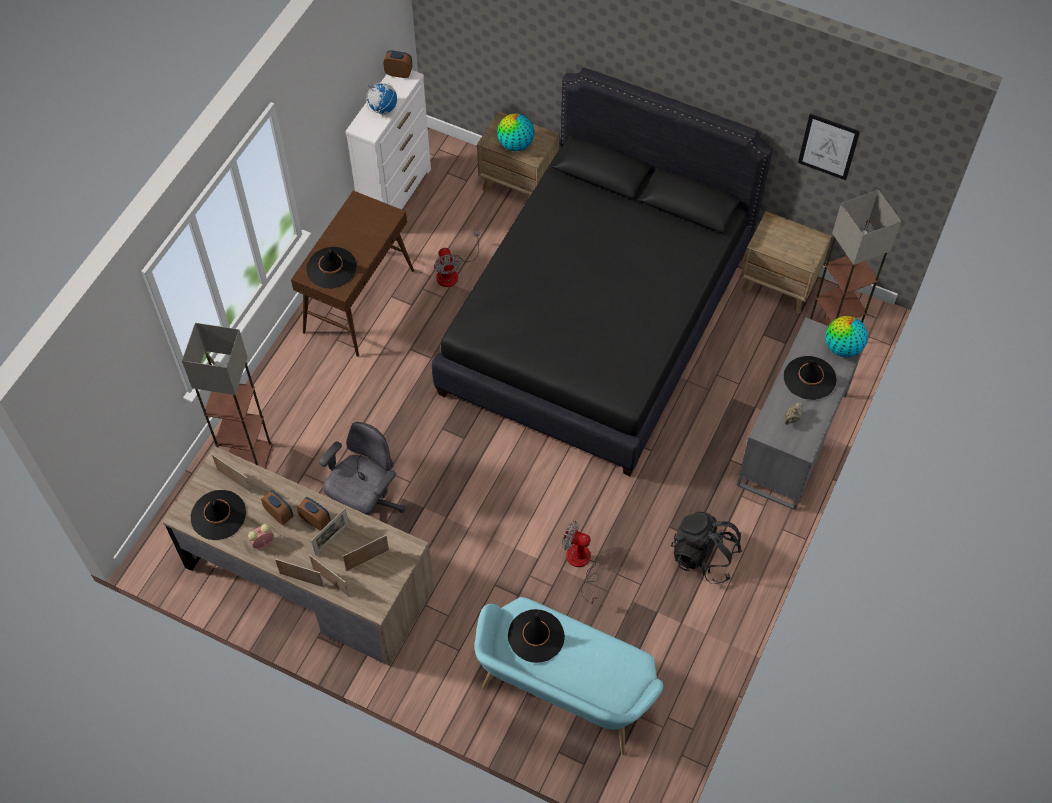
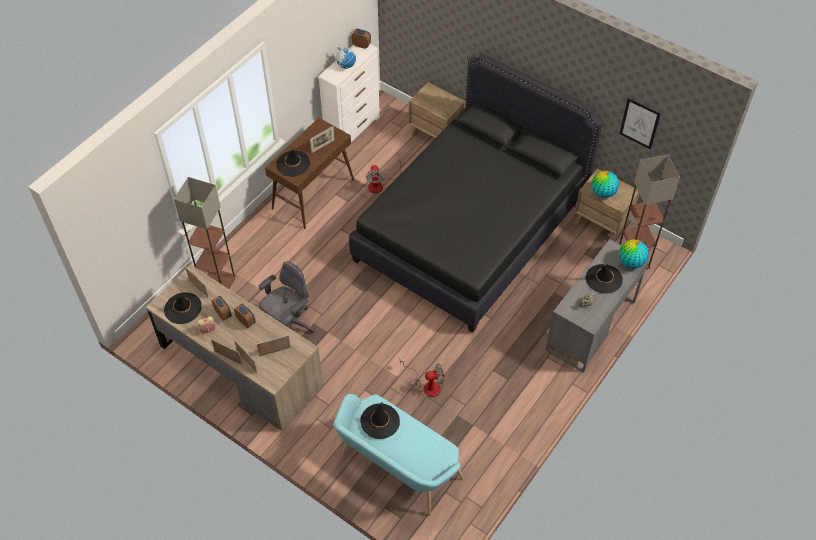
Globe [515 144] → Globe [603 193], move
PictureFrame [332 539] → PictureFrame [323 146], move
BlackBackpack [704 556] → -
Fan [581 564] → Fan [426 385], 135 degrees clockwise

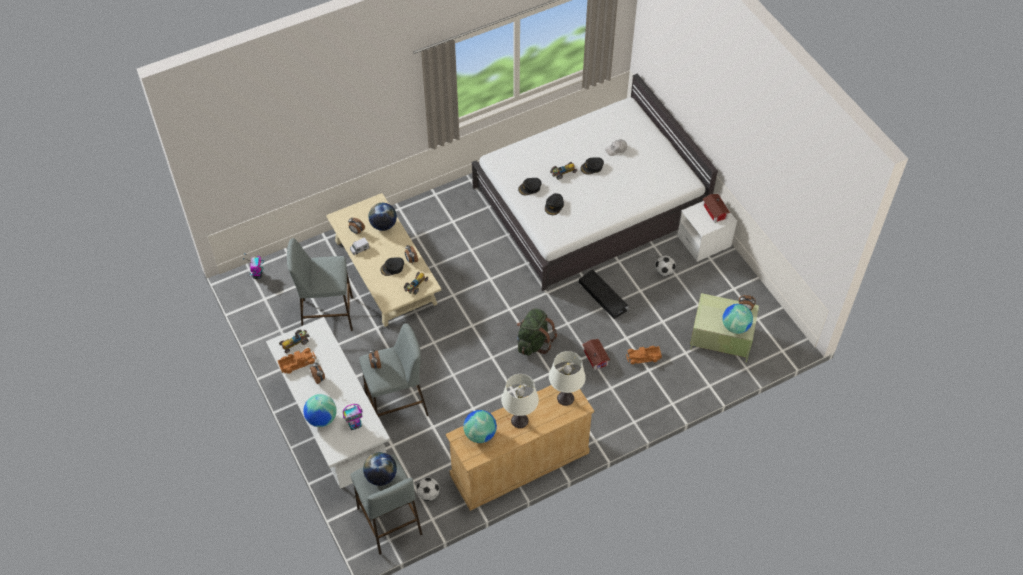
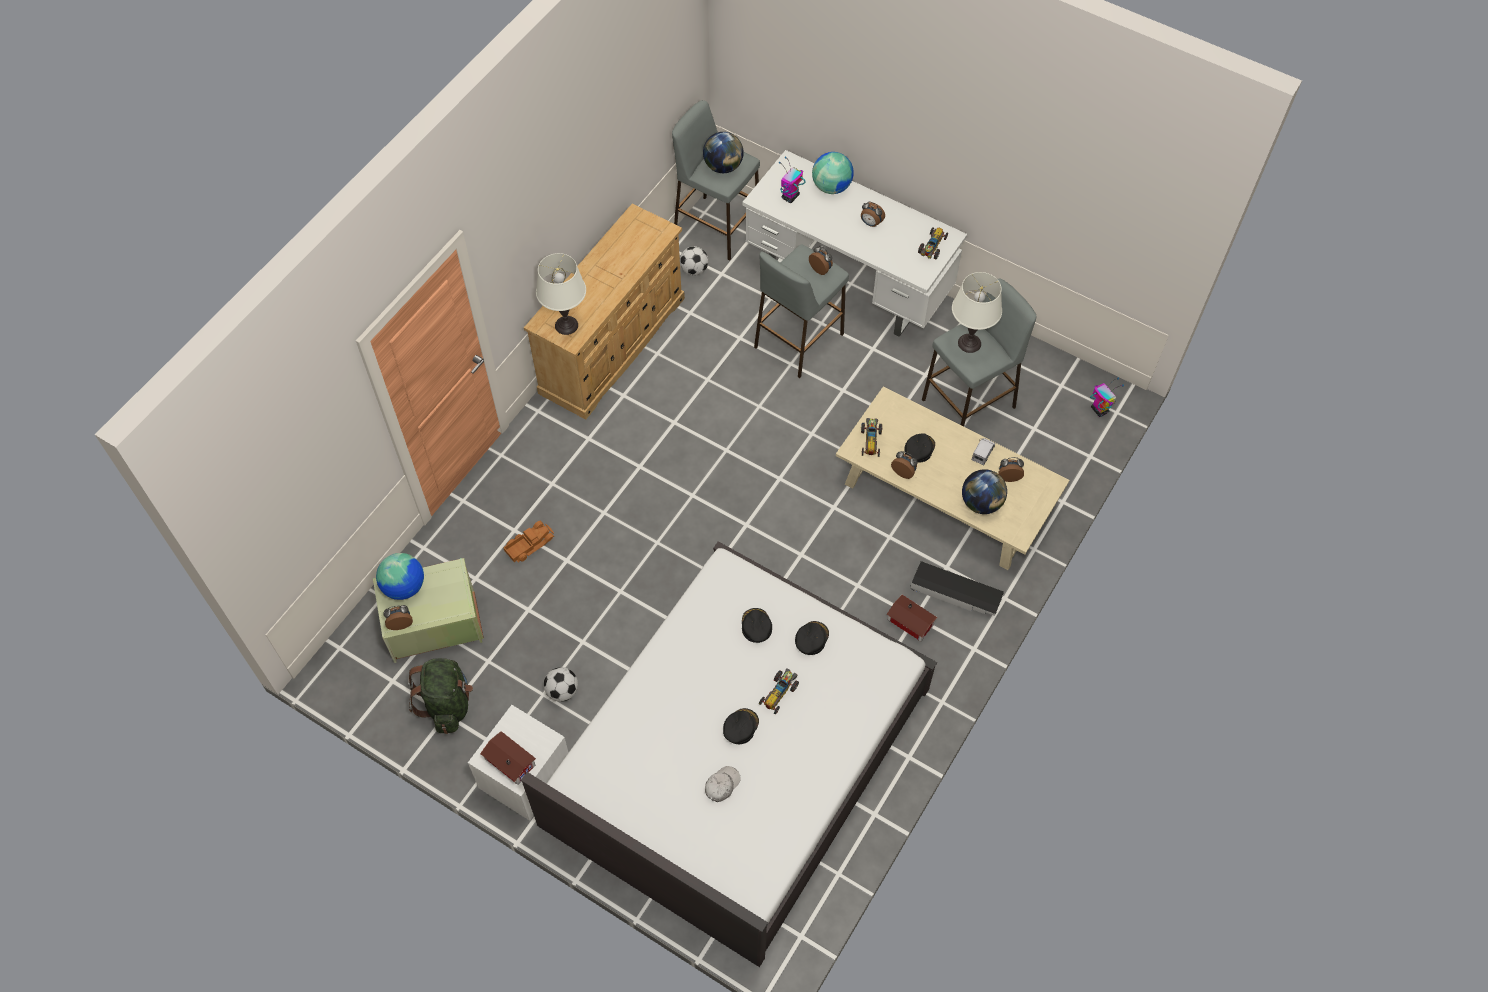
BlackStorageBox [603 296] → BlackStorageBox [956 593], move
GreenBackpack [533 342] → GreenBackpack [447 704], move
ToyHouse [596 356] → ToyHouse [910 623], move
ToyTruck [297 362] → -
WhiteTableLamp [519 420] → WhiteTableLamp [969 343], move
Globe [480 434] → -

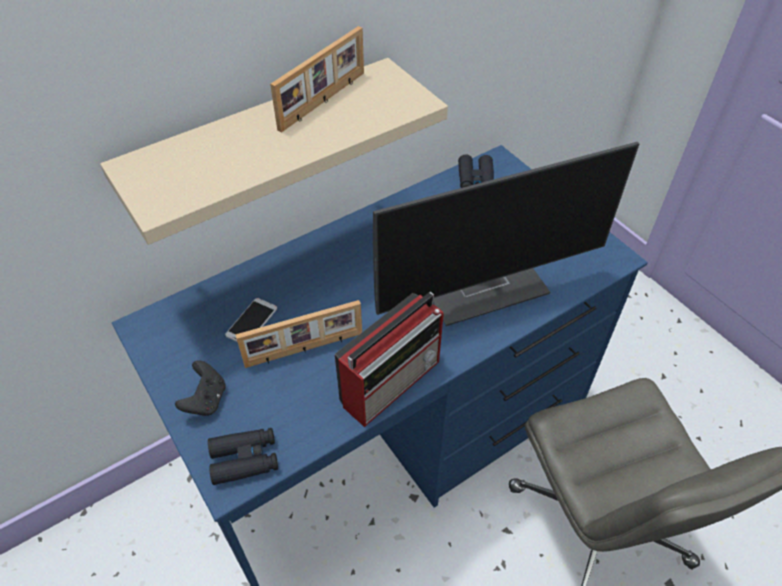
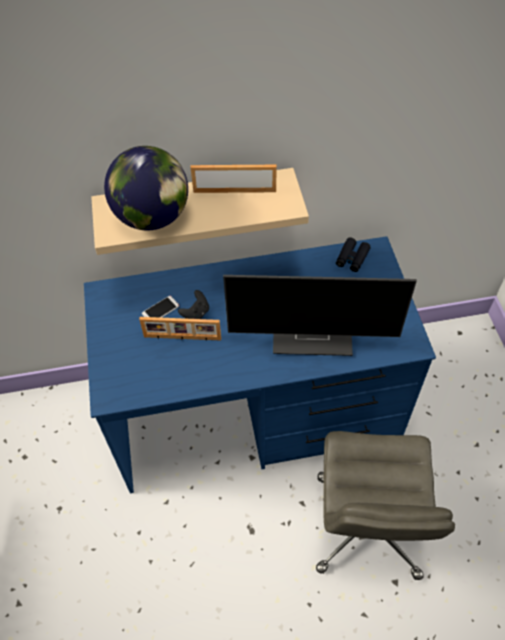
PictureFrame [324 101] → PictureFrame [234 190], 150 degrees counterclockwise
Radio [392 381] → -
BlackGameController [206 400] → BlackGameController [196 313], move
BlackBinoculars [245 459] → -
- → Globe [152 217]

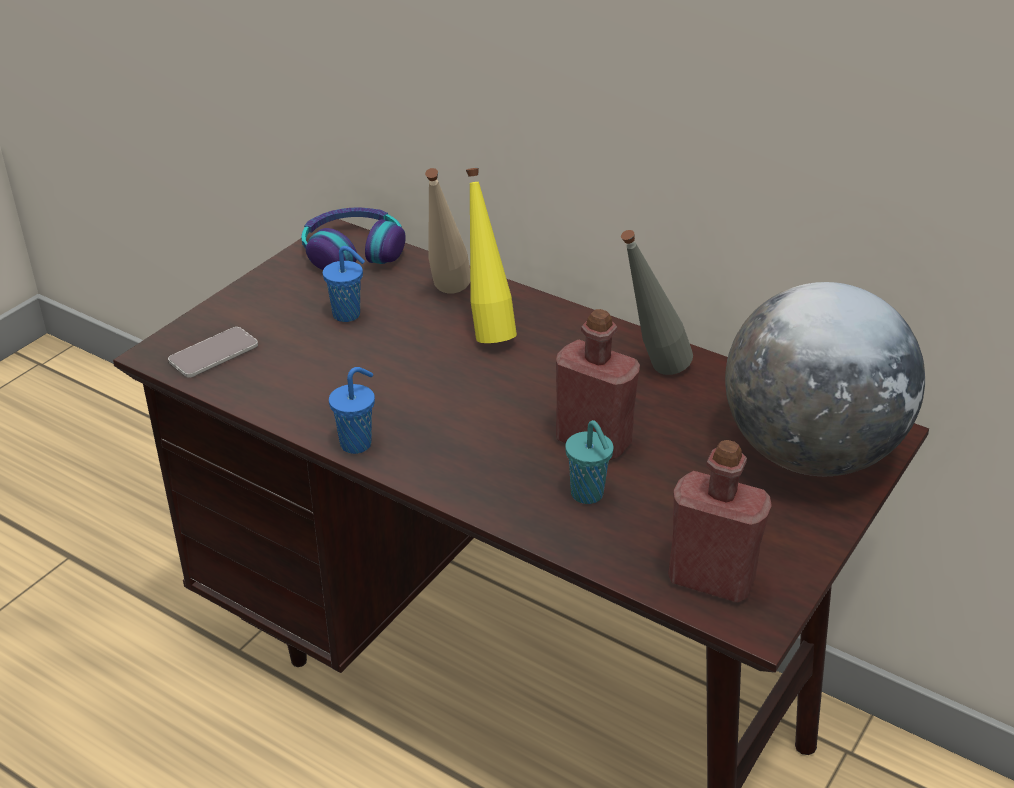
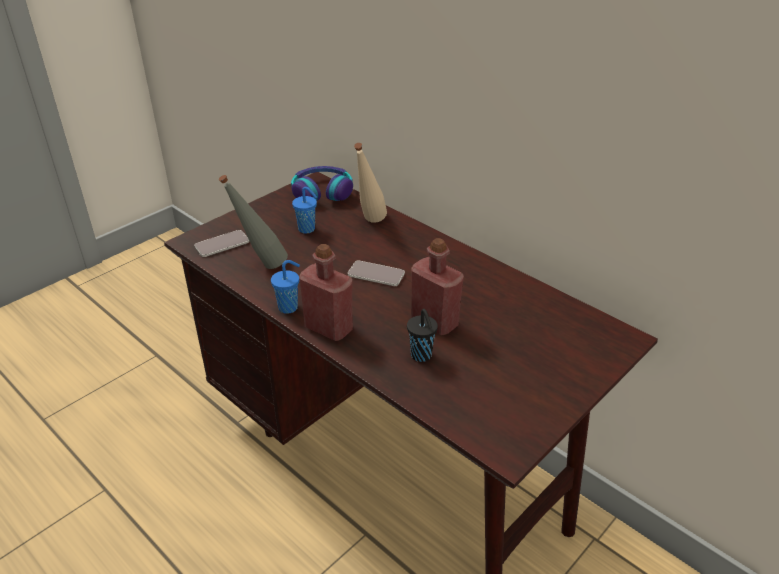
YellowBottle [487 330] → -
GreyBottle [650 372] → GreyBottle [261 266], move
Globe [809 453] → -
TurquoiseCup [588 495] → BlackCup [421 356]
RedBottle [711 579] → RedBottle [328 328], move
- → Phone [376 274]

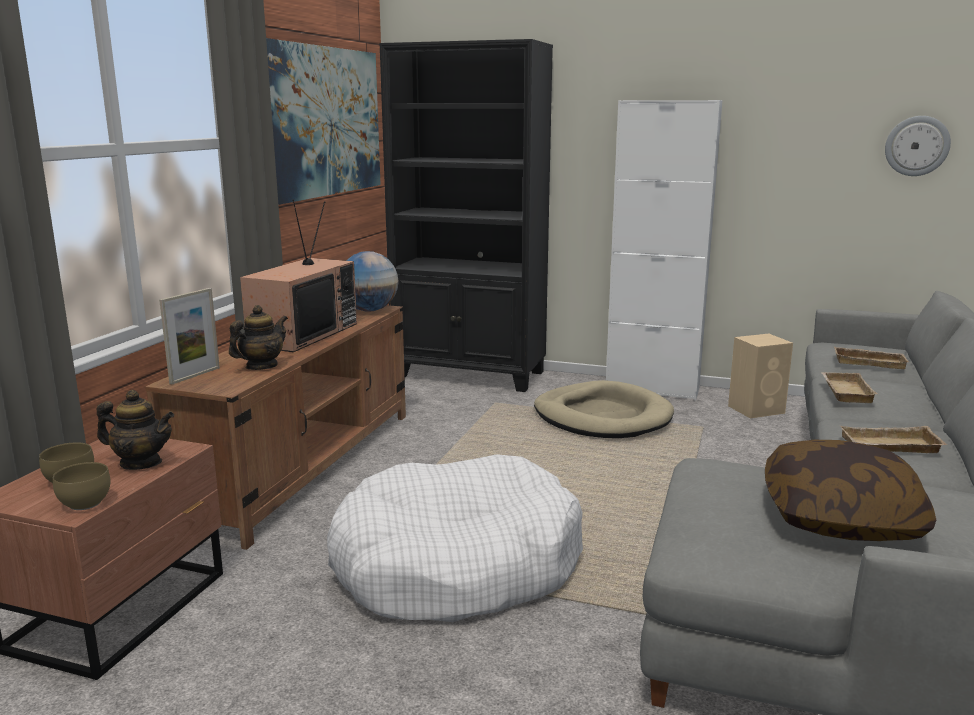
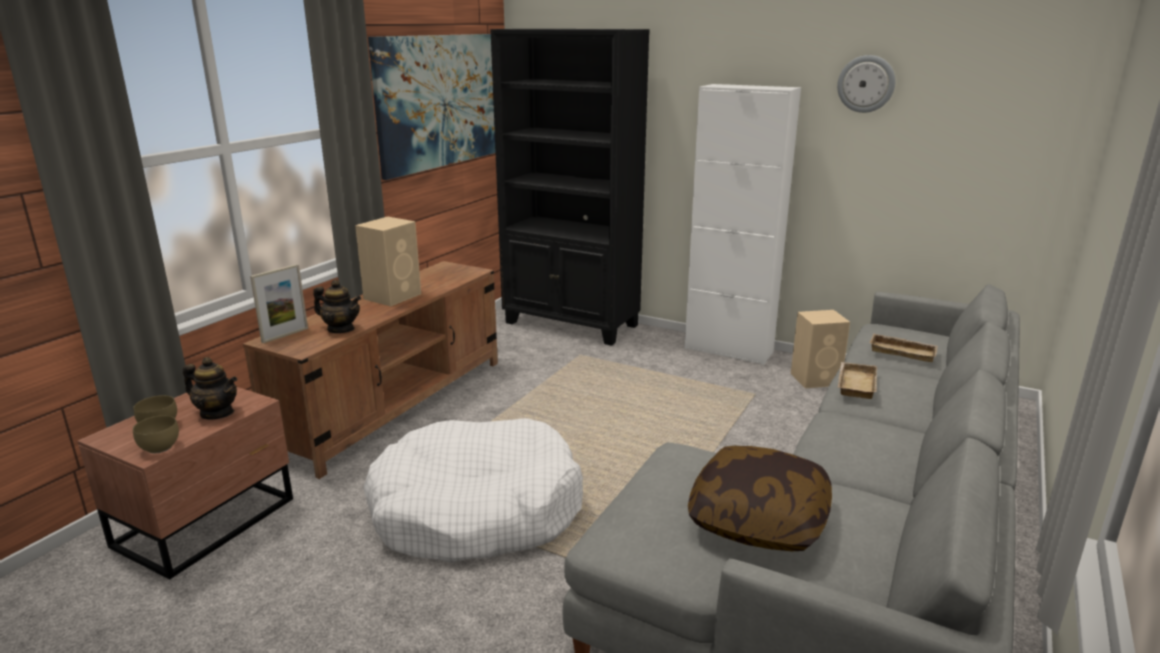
WallClock [917 146] → WallClock [866 84], move
Television [303 334] → BeigeSpeaker [393 296]
Globe [369 310] → -
Teapot [261 366] → Teapot [341 329], 60 degrees clockwise
BeigeDogBed [602 416] → -
BeigeTray [889 446] → -

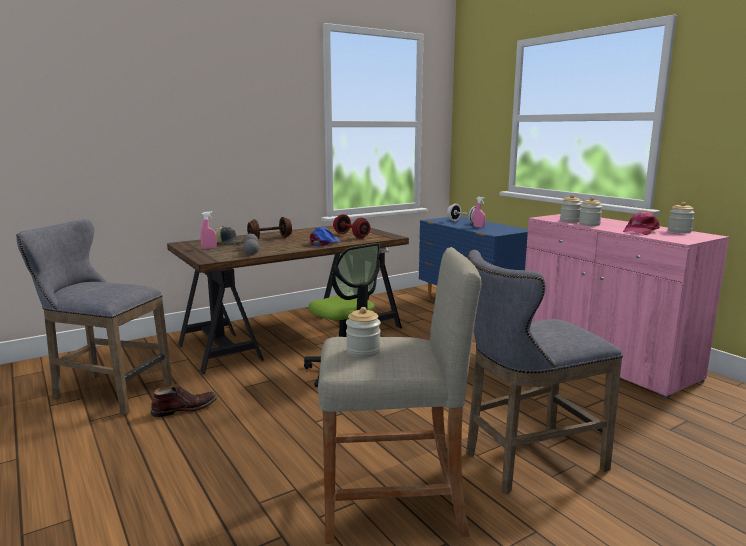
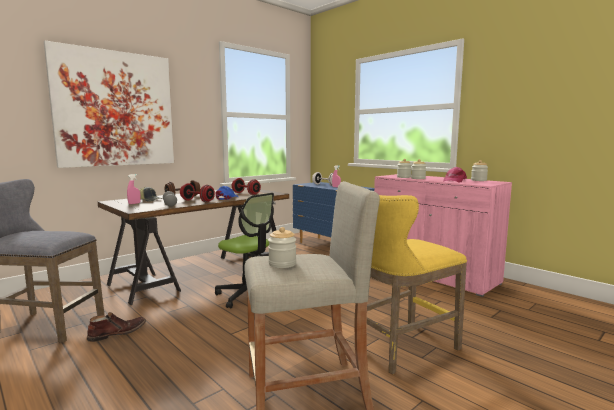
GreyStool [526 461] → YellowStool [400 348]
- → Picture [115 109]
- → RedDumbbell [197 201]

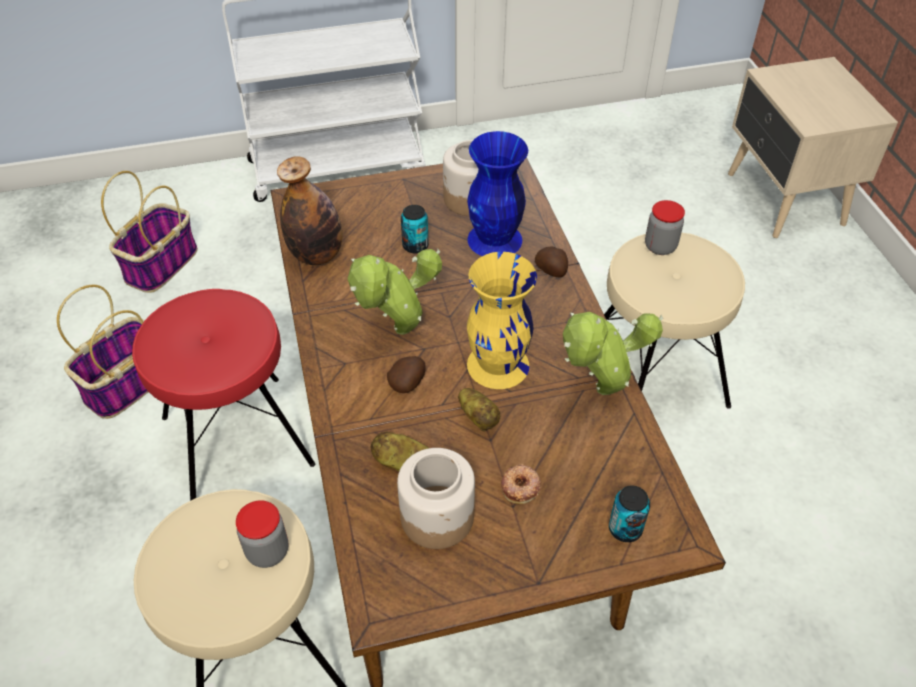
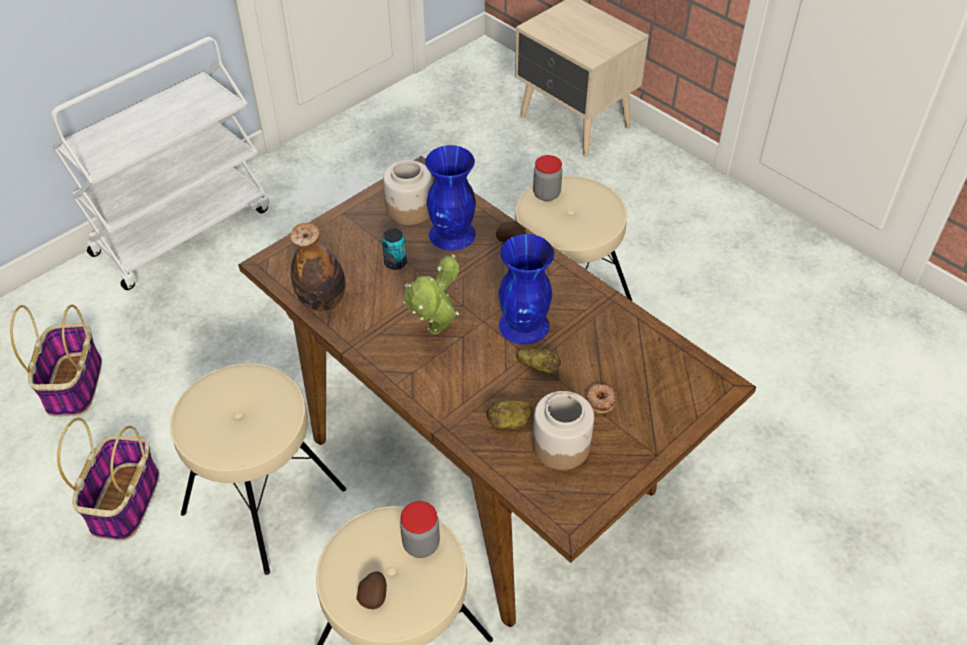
YellowVase [498 365] → BlueVase [524 326]
RedStool [236 440] → BeigeStool [263 501]
PottedPlant [599 392] → -
Potato [408 383] → Potato [374 595], move
Can [625 529] → -

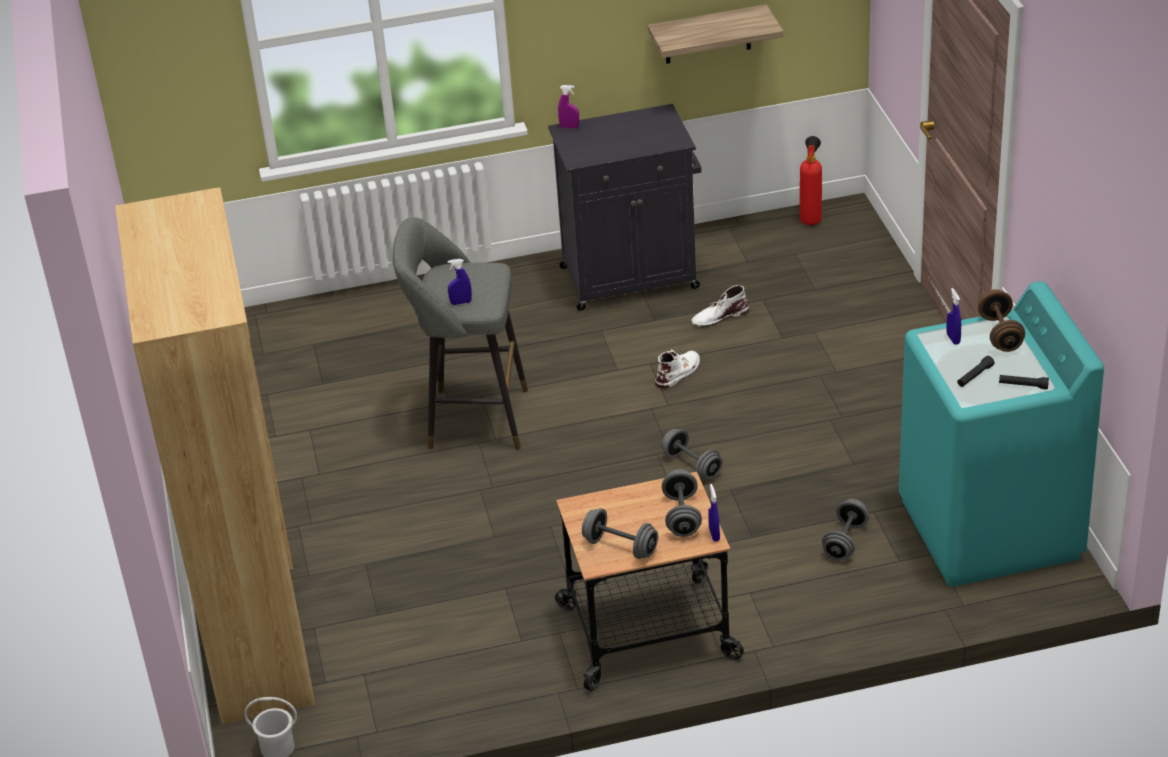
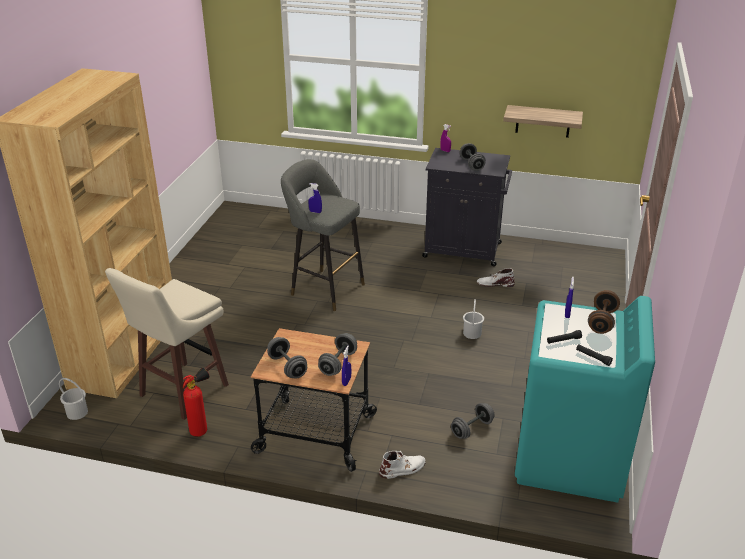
FireExtinguisher [811 218] → FireExtinguisher [202 430], move
WhiteBoot [678 372] → WhiteBoot [403 469], move
GreyDumbbell [692 465] → GreyDumbbell [471 165], move
- → BeigeStool [181 391]
- → WhiteBucket [472 333]

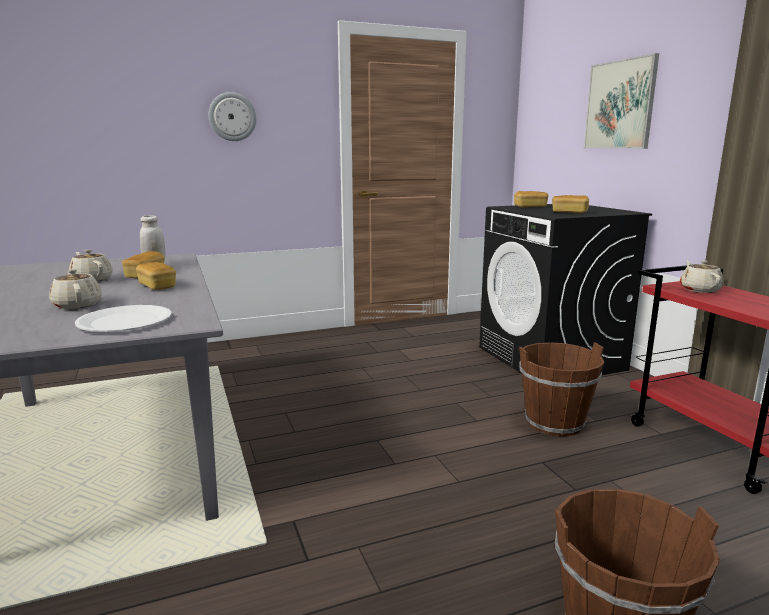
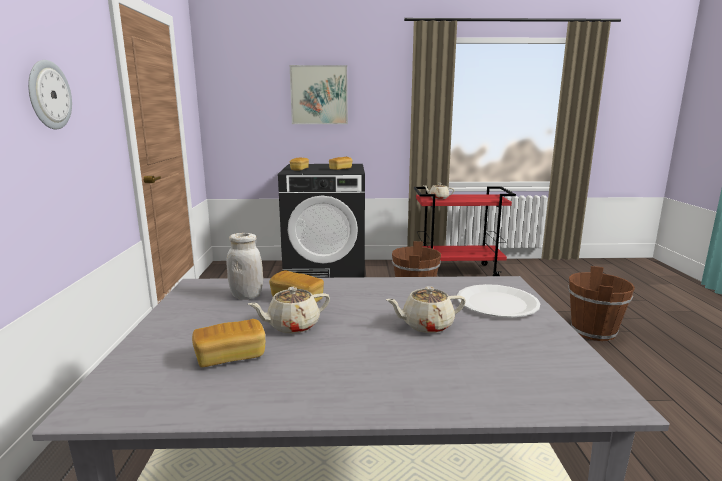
Bread [157 286] → Bread [230 357], move

